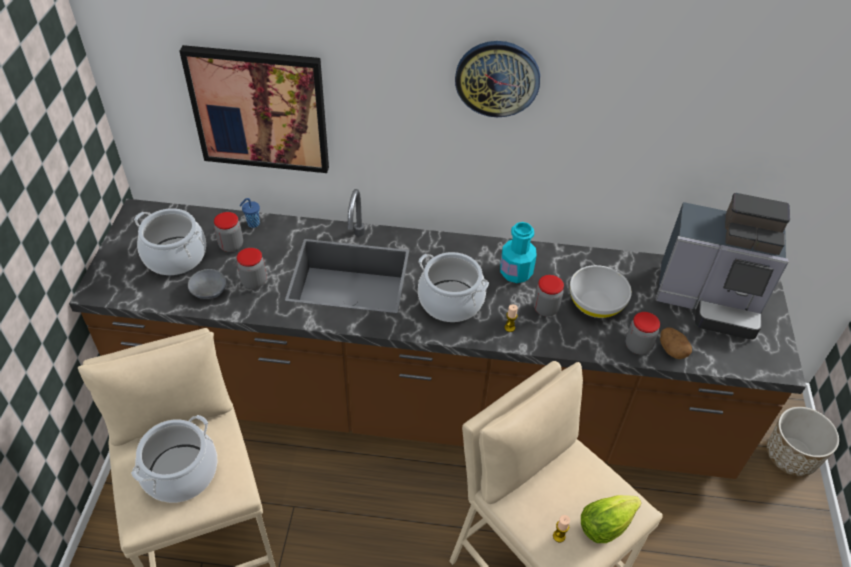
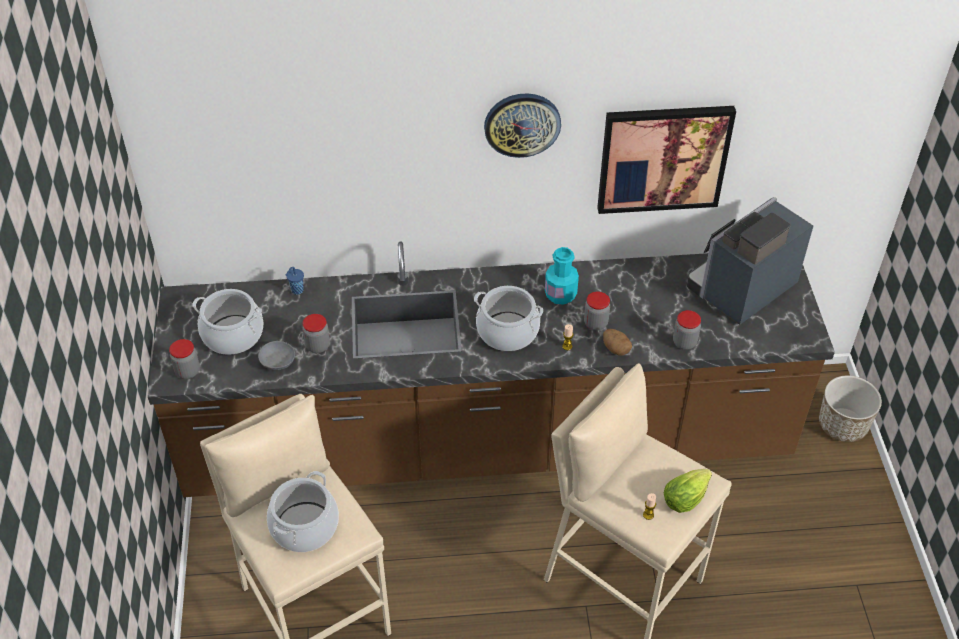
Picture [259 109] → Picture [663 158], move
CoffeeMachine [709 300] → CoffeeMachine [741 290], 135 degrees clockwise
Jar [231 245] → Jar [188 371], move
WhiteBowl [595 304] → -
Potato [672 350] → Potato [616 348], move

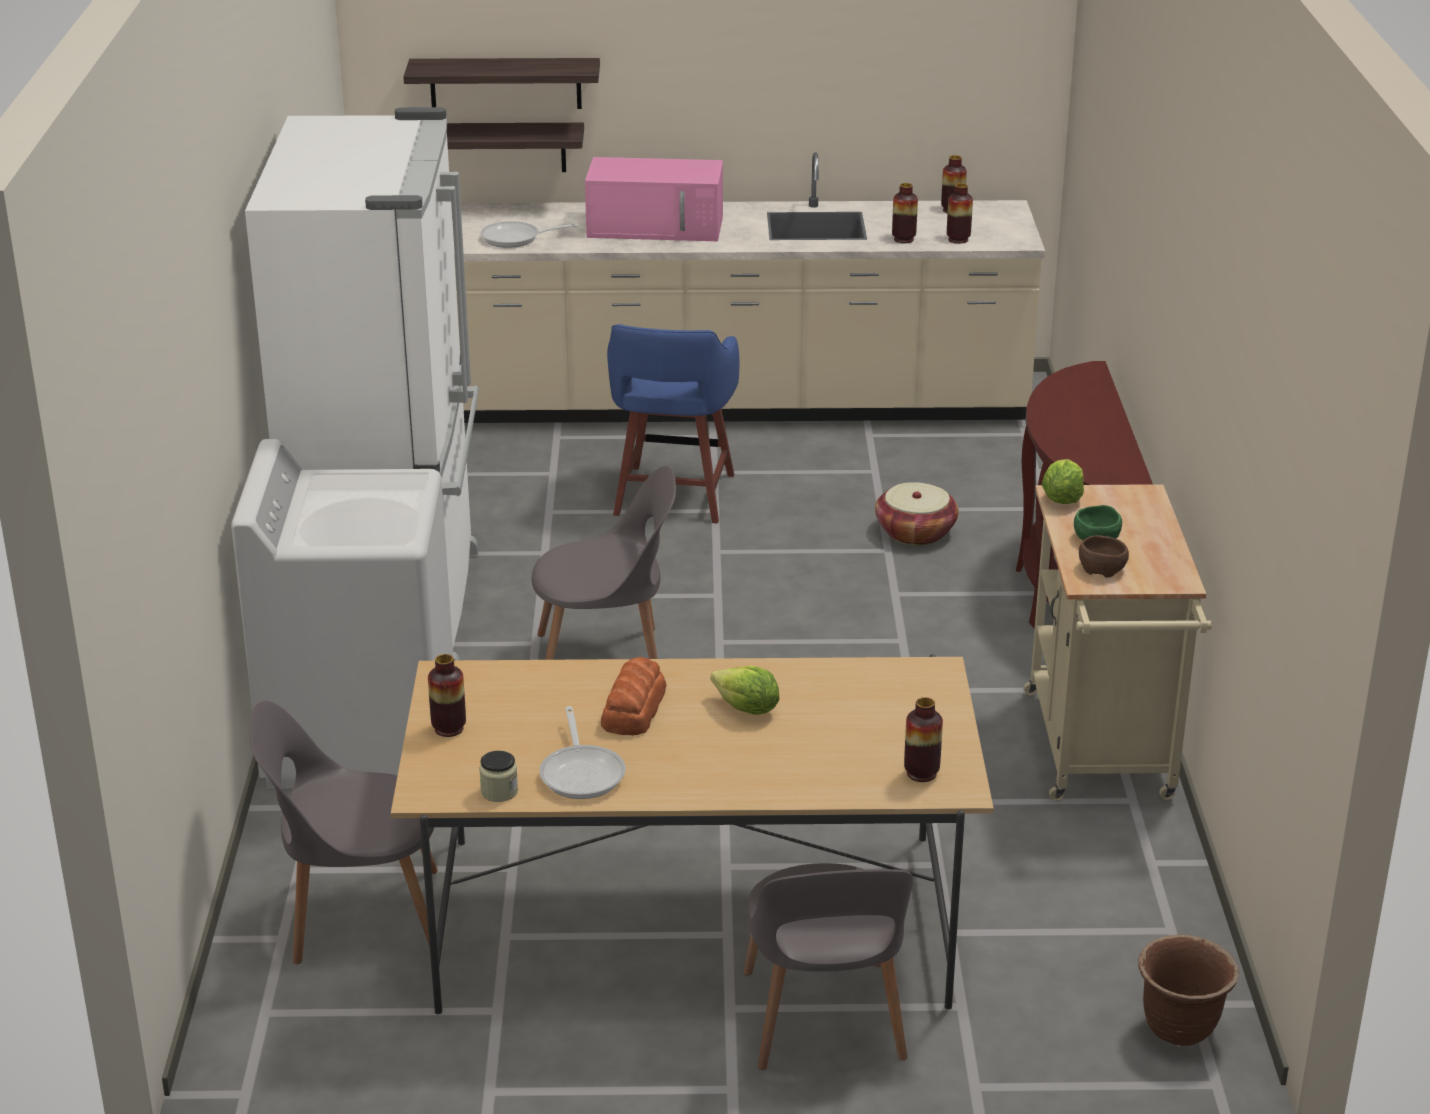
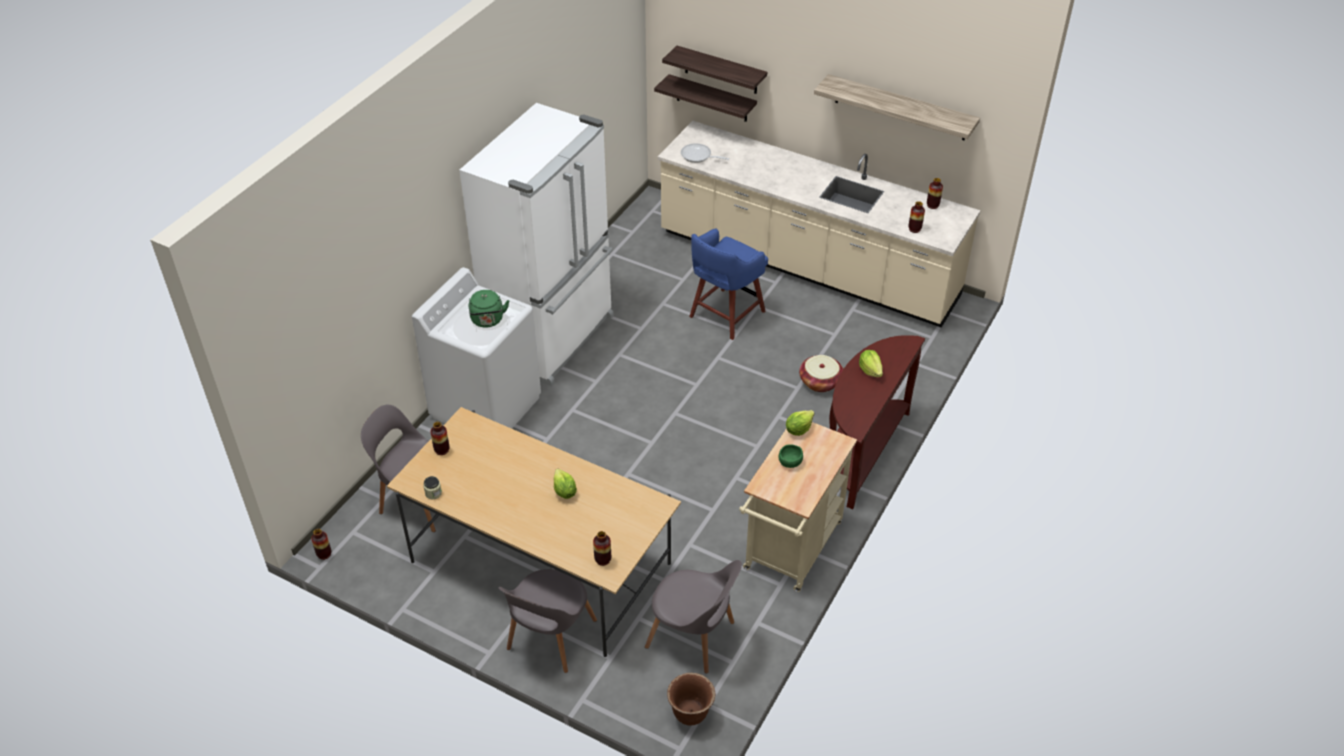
PinkMicrowave [657 226] → -
Vase [903 239] → Vase [324 554], move
GreyChair [606 661] → GreyChair [693 637], move
BrownBowl [1101 568] → -
Bread [633 709] → -
FryingPan [582 772] → -
- → Shelf [900 108]
- → GreenKettle [488 321]
- → Lettuce [870 370]

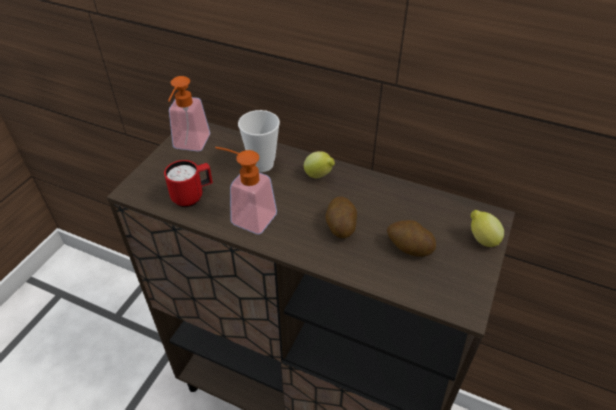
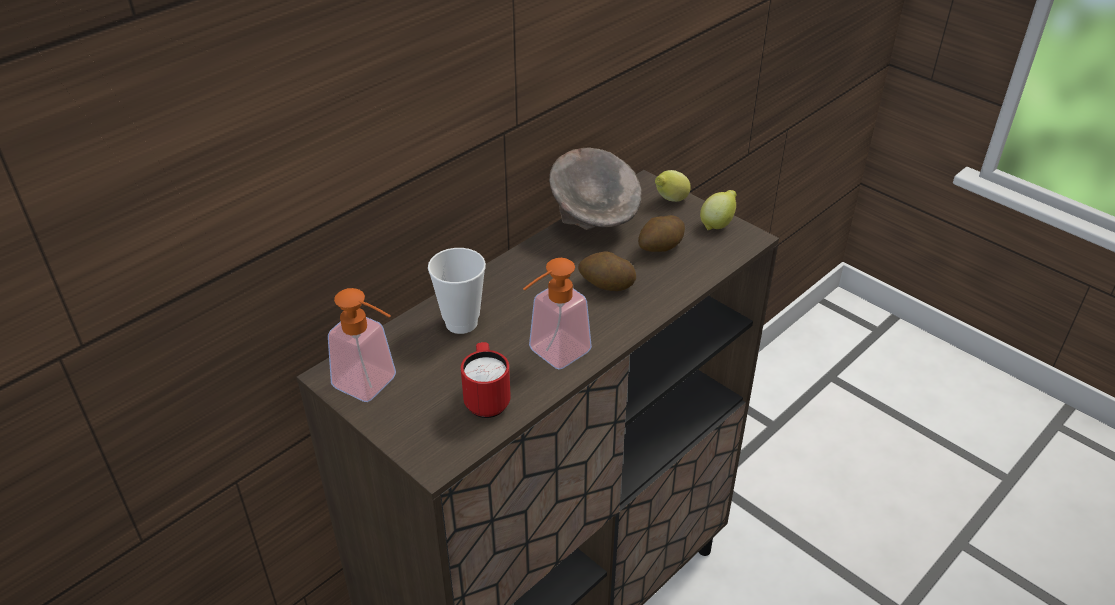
Lemon [319 176] → Lemon [717 224], move
- → GreyBowl [595 223]

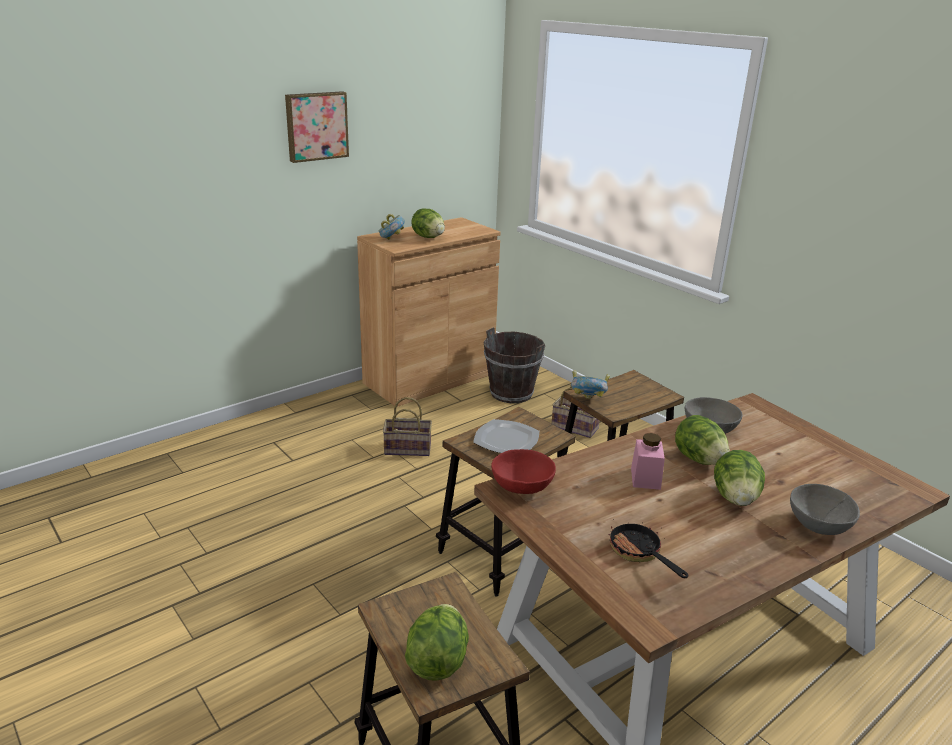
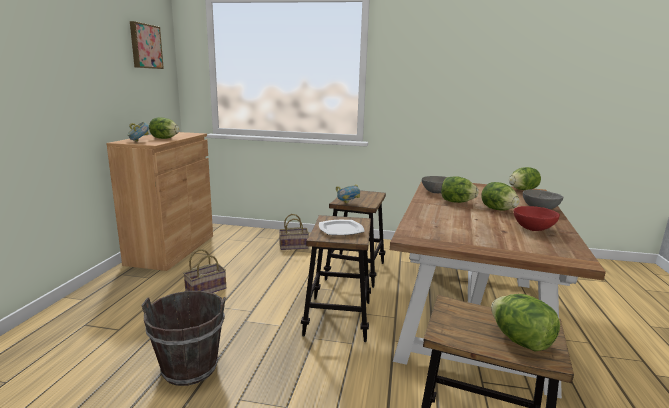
Picture [316 126] → Picture [145 46], move
BrownBucket [511 393] → BrownBucket [189 368], move
PinkJar [645 478] → -
RedBowl [522 487] → RedBowl [533 229], move
FryingPan [639 554] → -
- → Lettuce [522 190]

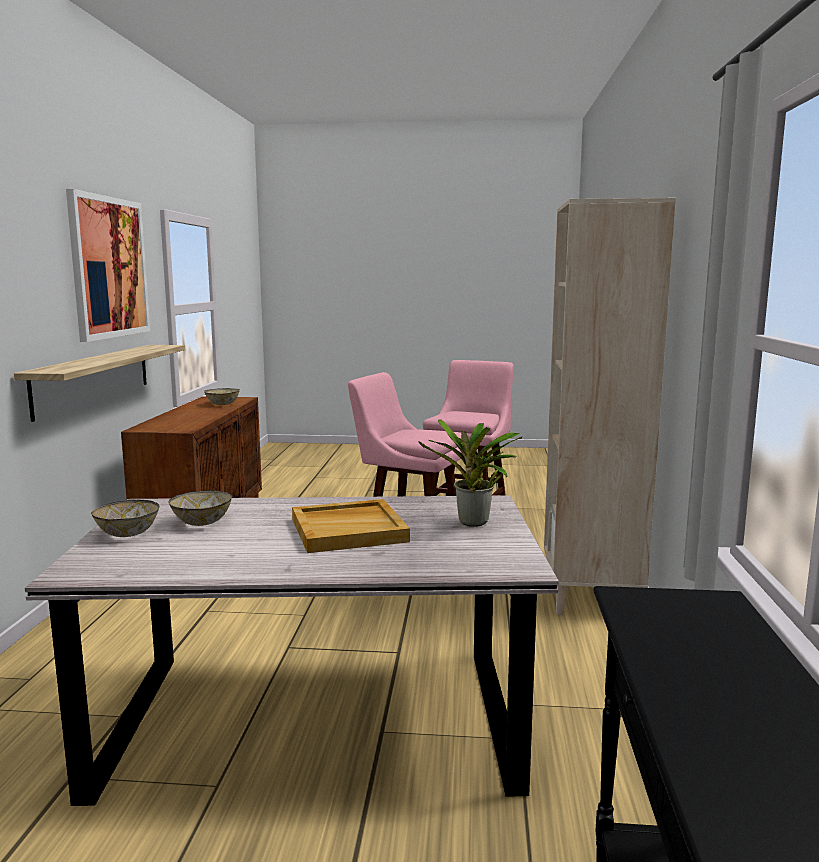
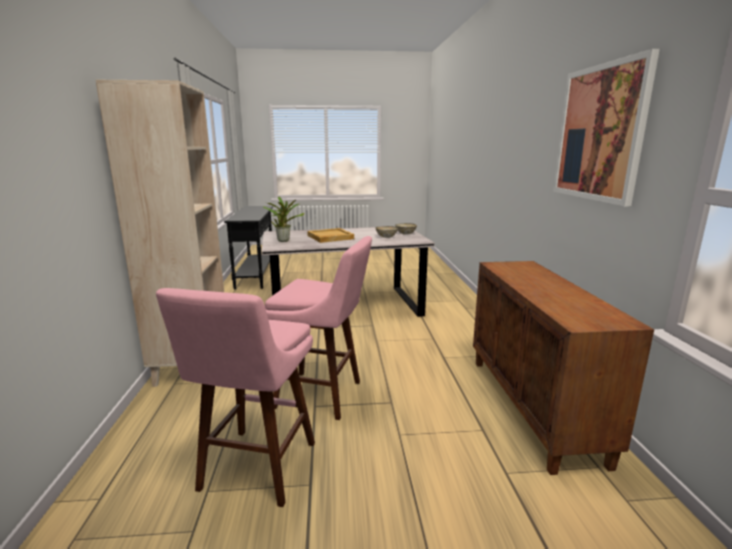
Shelf [94 378] → -
Bowl [222 404] → -

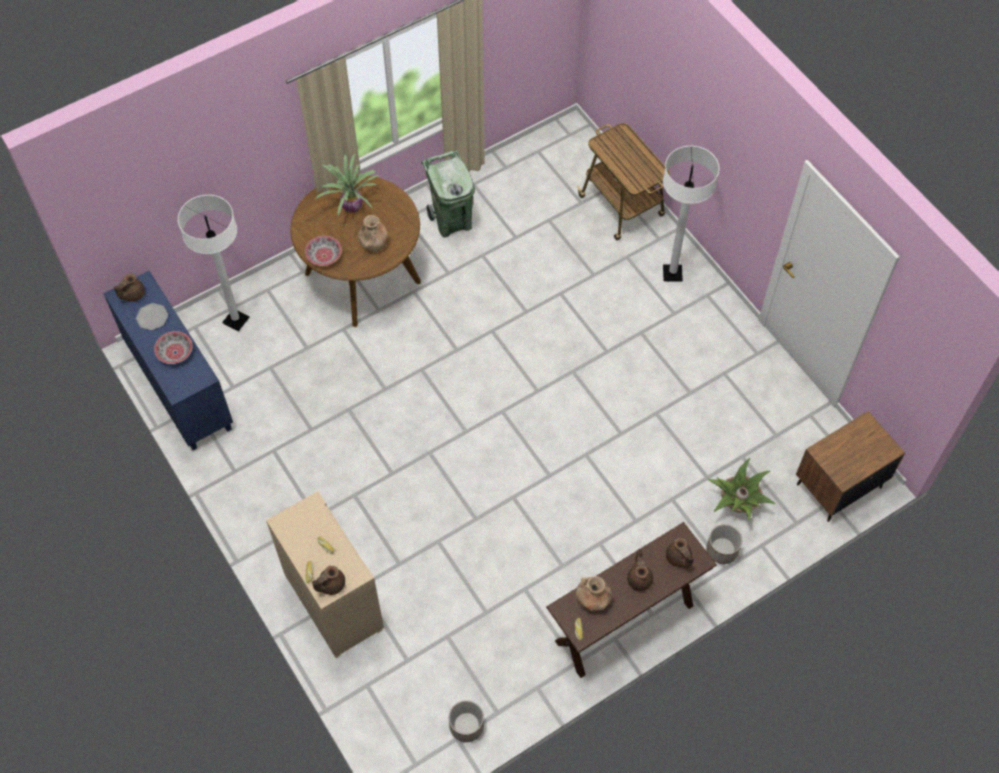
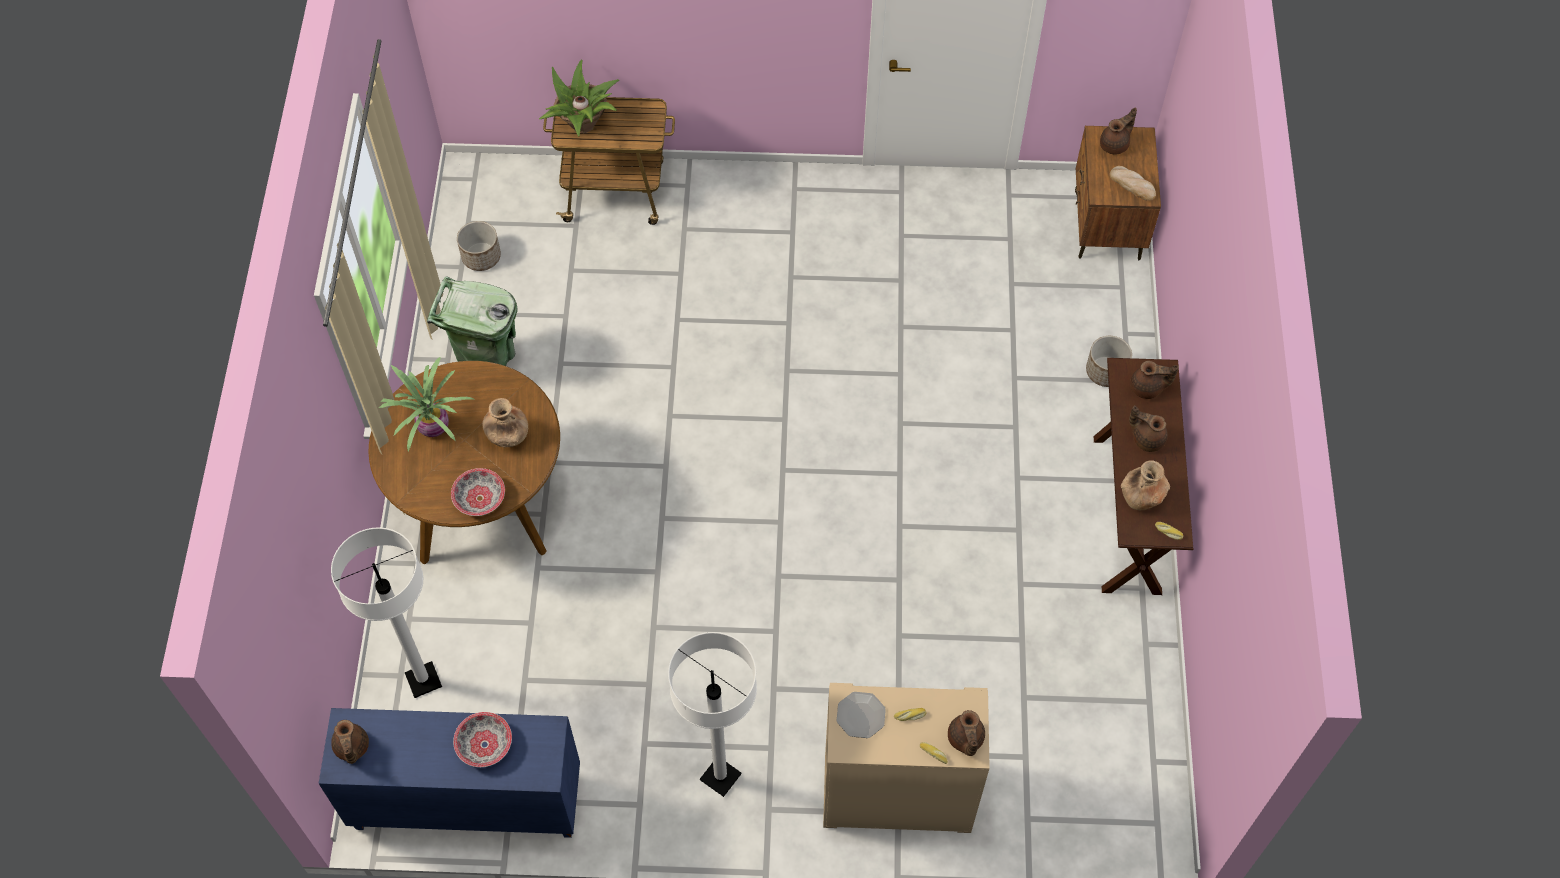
WhiteFloorLamp [672 273] → WhiteFloorLamp [720 777], move
Plate [152 317] → Plate [861 715], move
PottedPlant [737 504] → PottedPlant [583 124], move
Planter [466 726] → Planter [481 257], move
- → BrownTeapot [1115 144]
- → Bread [1133 185]

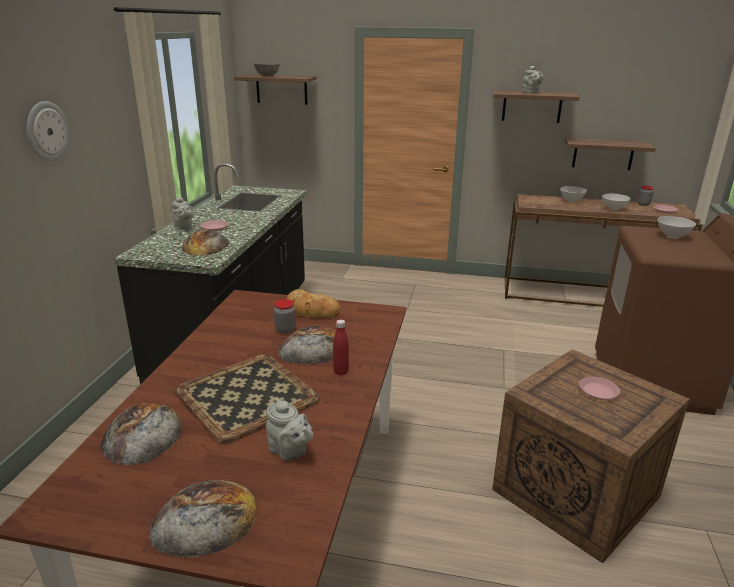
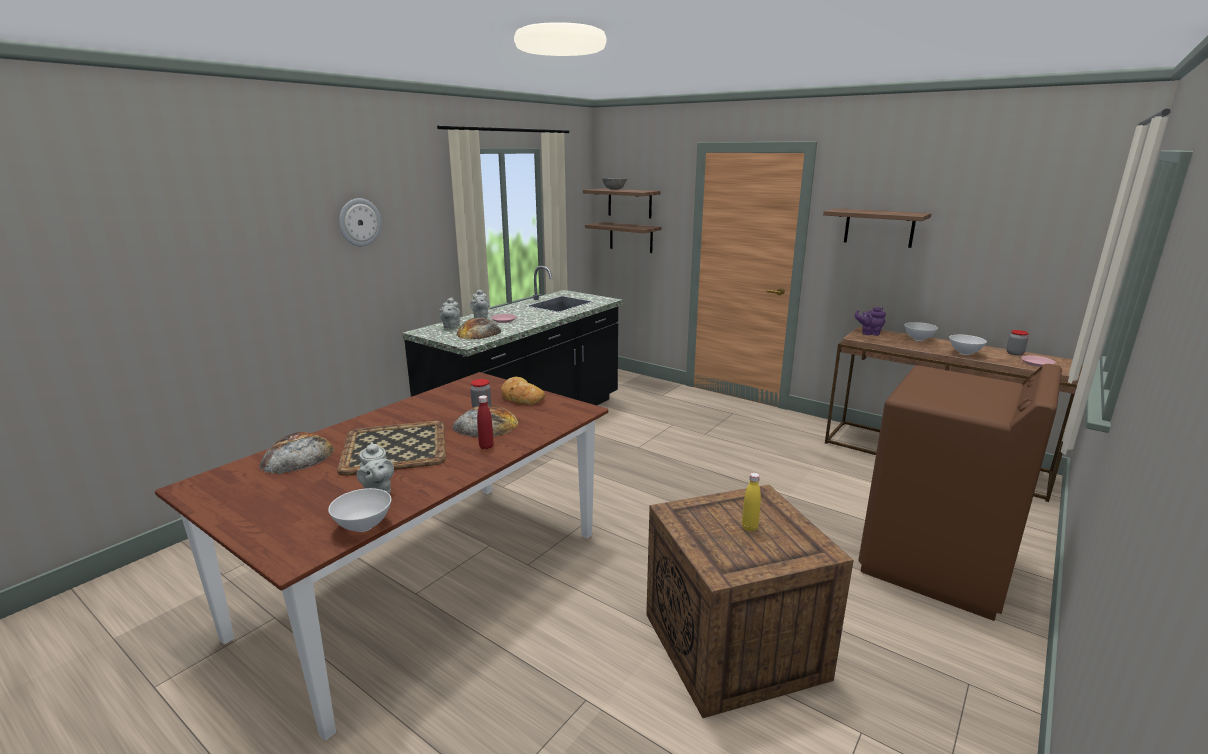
GreyTeapot [531 92] → GreyTeapot [451 327], move
Shelf [603 154] → Shelf [631 237], move
WhiteBowl [672 236] → WhiteBowl [363 526], move
PinkPlate [598 391] → YellowBottle [749 527]
Bread [205 519] → -
- → PurpleTeapot [869 333]

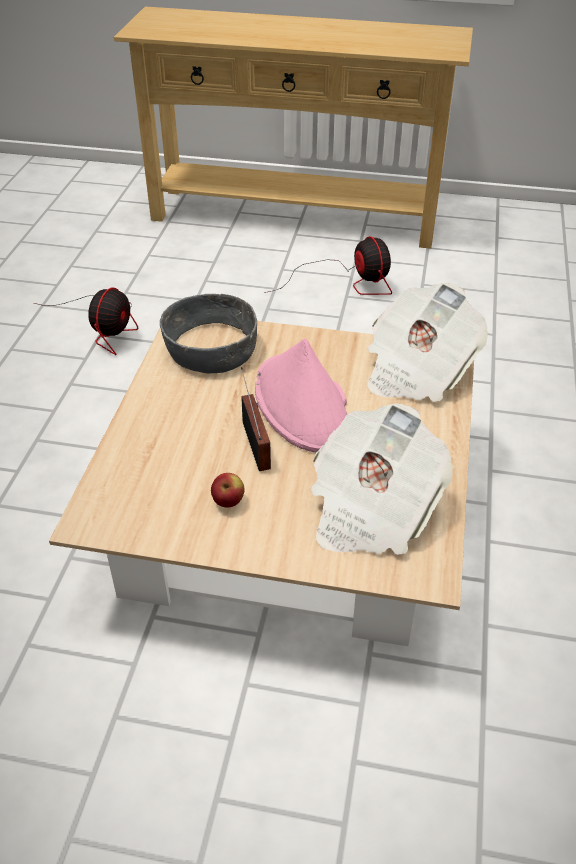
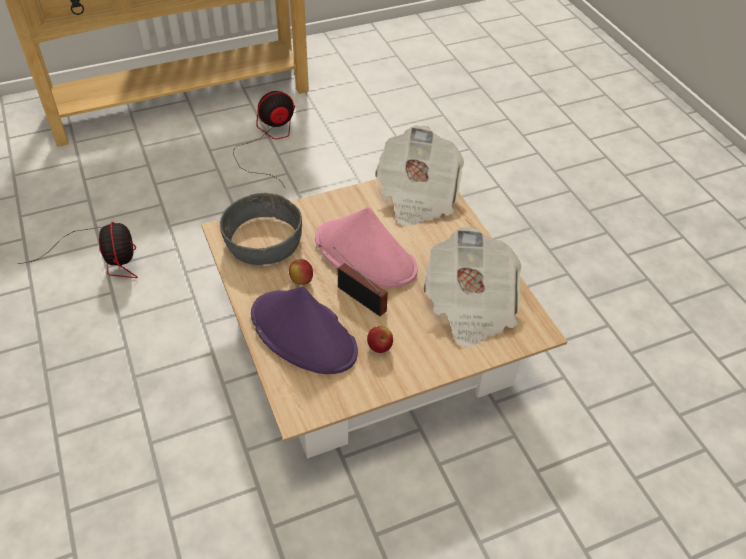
Fan [348 282] → Fan [269 142], 60 degrees counterclockwise
- → Apple [301 280]
- → PurpleHat [304 333]

